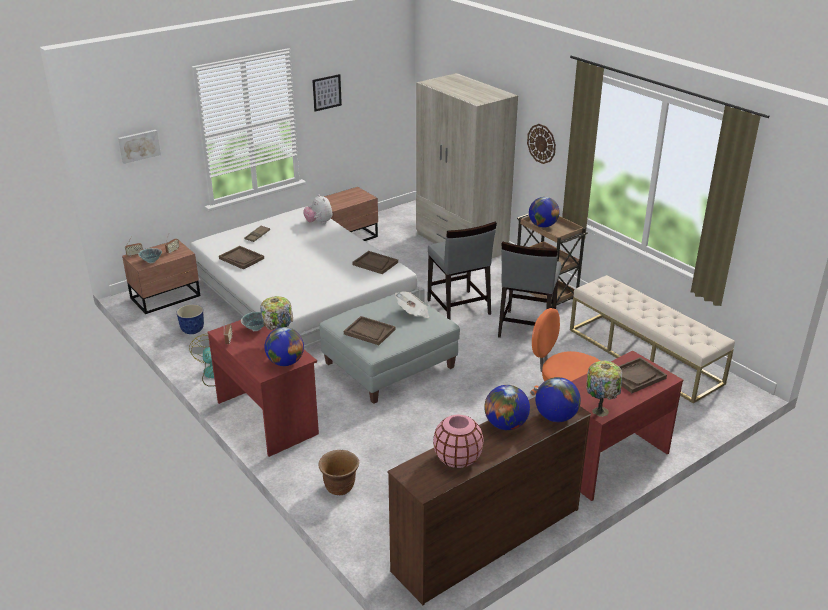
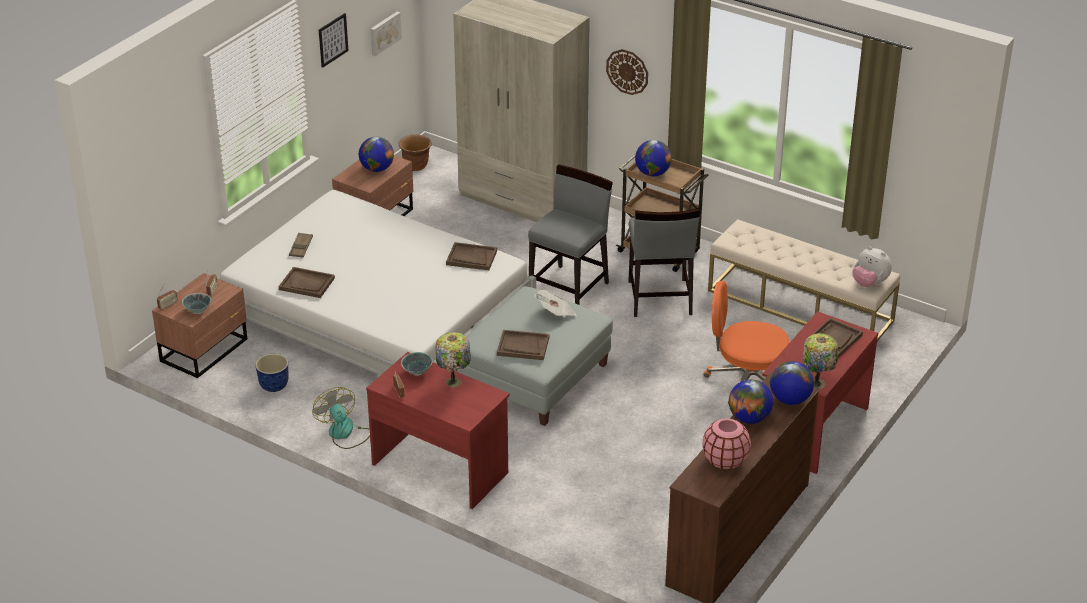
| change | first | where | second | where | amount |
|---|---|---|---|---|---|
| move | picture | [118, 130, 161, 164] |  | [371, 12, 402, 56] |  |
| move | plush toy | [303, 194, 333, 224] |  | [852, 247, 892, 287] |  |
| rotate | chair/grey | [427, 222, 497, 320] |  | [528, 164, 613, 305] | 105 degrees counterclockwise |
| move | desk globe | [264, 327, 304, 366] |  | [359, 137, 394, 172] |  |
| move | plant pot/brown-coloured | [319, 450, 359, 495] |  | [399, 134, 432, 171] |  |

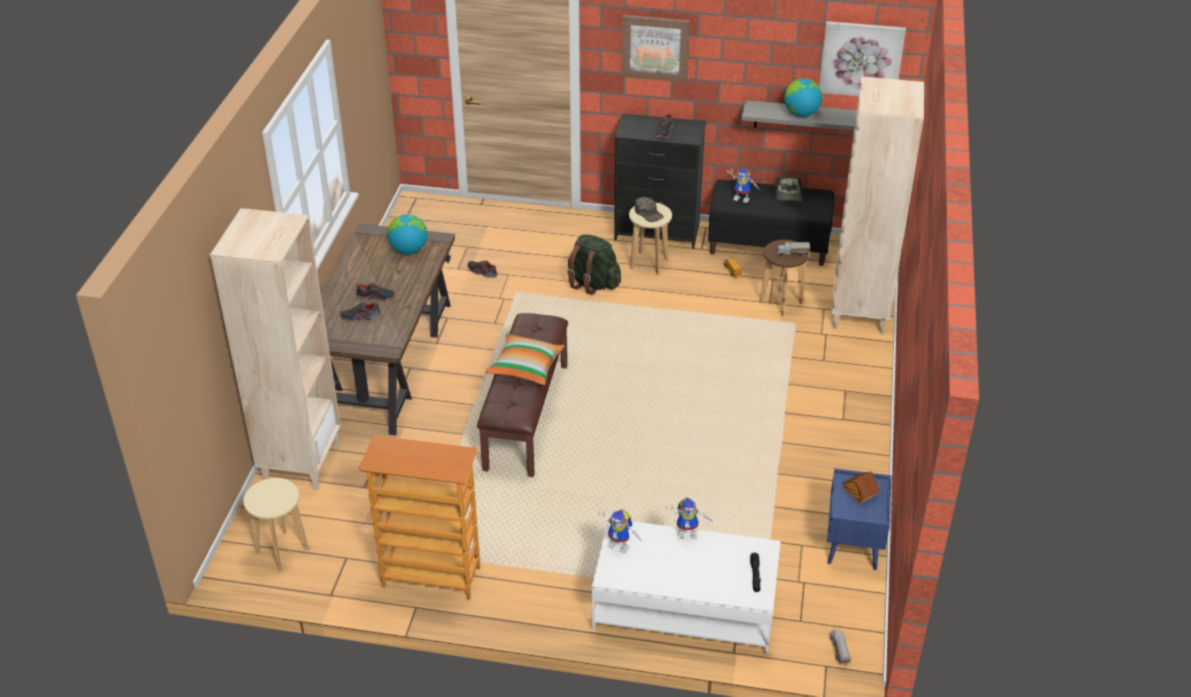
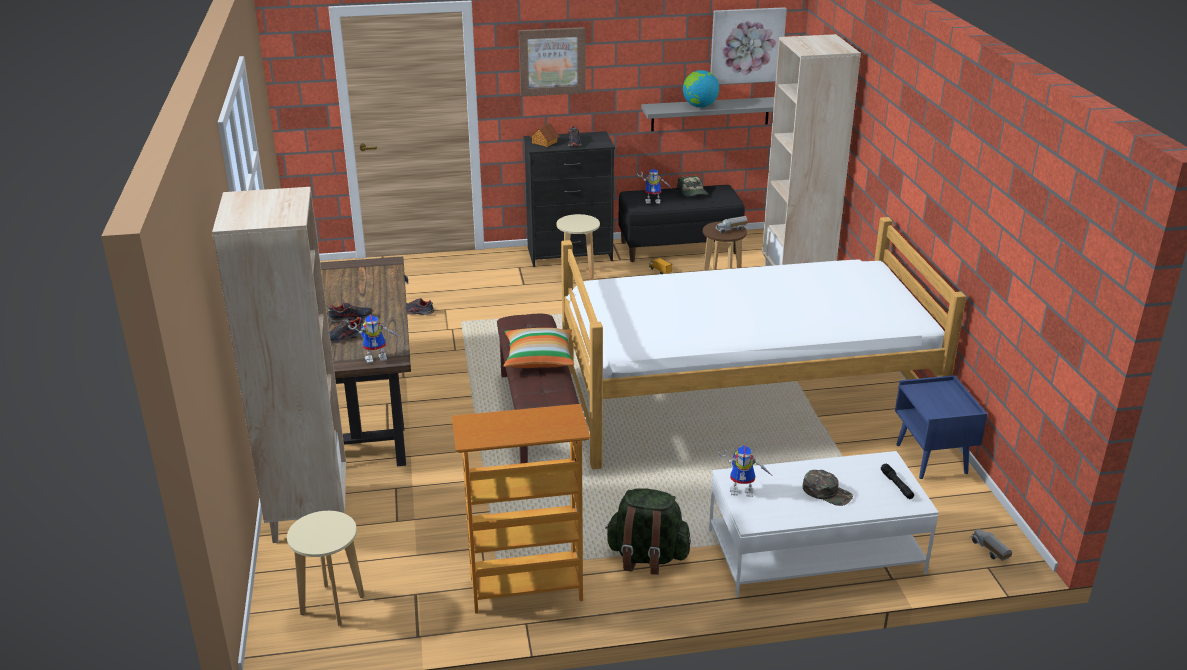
| change | first | where | second | where | amount |
|---|---|---|---|---|---|
| move | cap/greenish | [635, 197, 664, 222] |  | [803, 470, 853, 506] |  |
| delete | desk globe | [387, 214, 428, 254] |  |  |  |
| move | rucksack/greenish | [567, 235, 621, 295] |  | [605, 488, 691, 575] |  |
| move | miniature house | [843, 471, 880, 503] |  | [530, 123, 560, 147] |  |
| move | robot figure | [666, 497, 712, 539] |  | [348, 315, 401, 363] |  |
| insert |  |  | bed | [561, 217, 966, 469] |  |

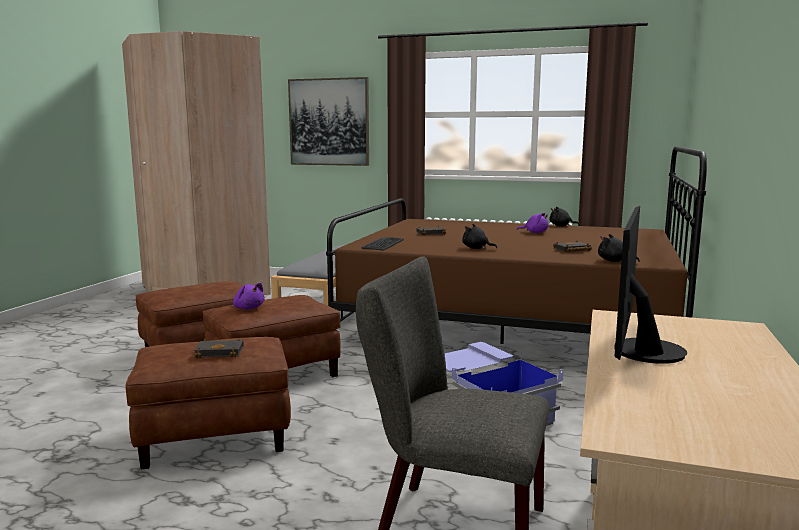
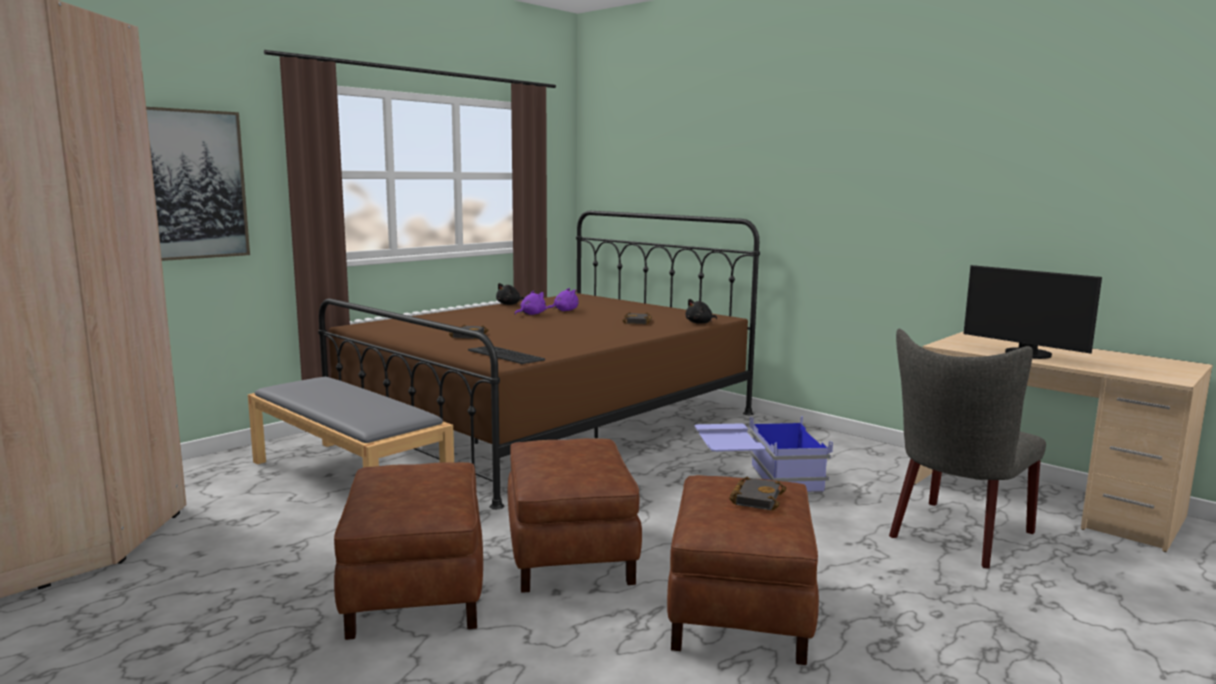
| change | first | where | second | where | amount |
|---|---|---|---|---|---|
| delete | plush toy/blackish | [462, 224, 497, 249] |  |  |  |
| move | plush toy/purplish | [233, 283, 265, 310] |  | [545, 288, 579, 311] |  |

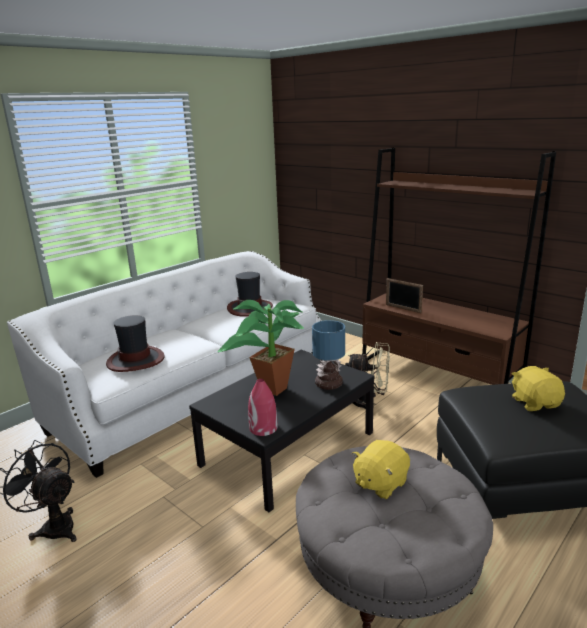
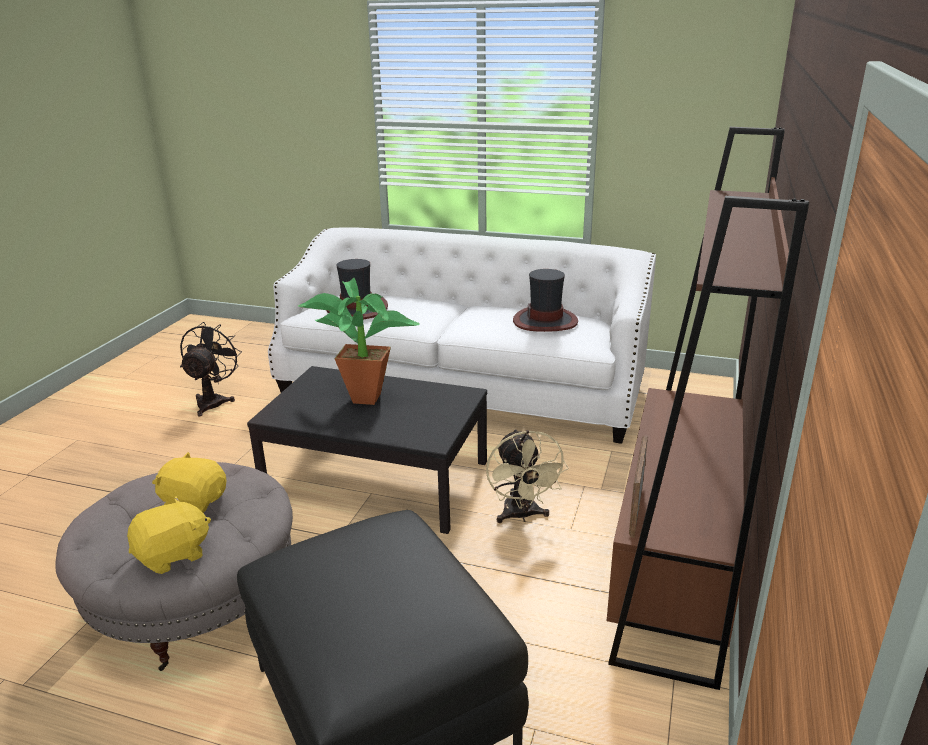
| change | first | where | second | where | amount |
|---|---|---|---|---|---|
| move | photo frame | [386, 278, 423, 313] |  | [629, 435, 648, 538] |  |
| delete | lamp for a table | [312, 320, 345, 390] |  |  |  |
| move | plush toy/yellow | [512, 366, 565, 411] |  | [127, 496, 211, 574] |  |
| delete | decorative vase/red-coloured | [248, 379, 277, 436] |  |  |  |

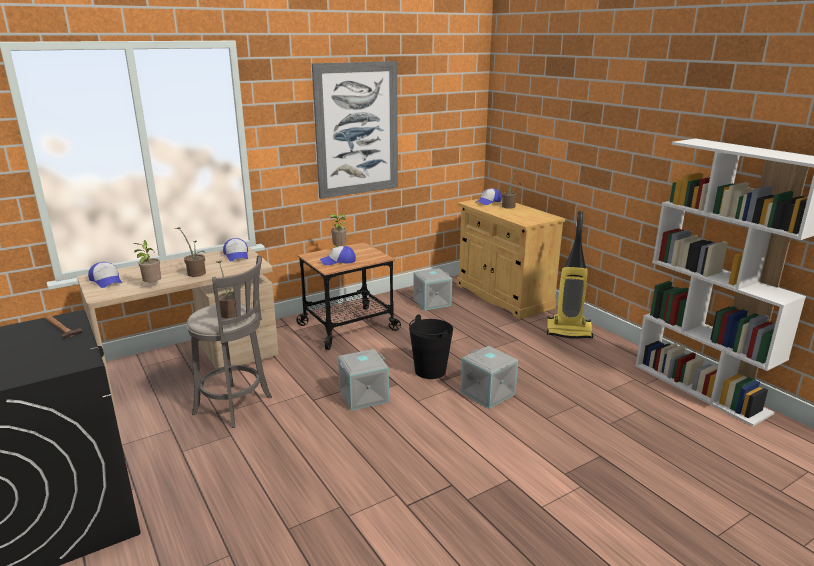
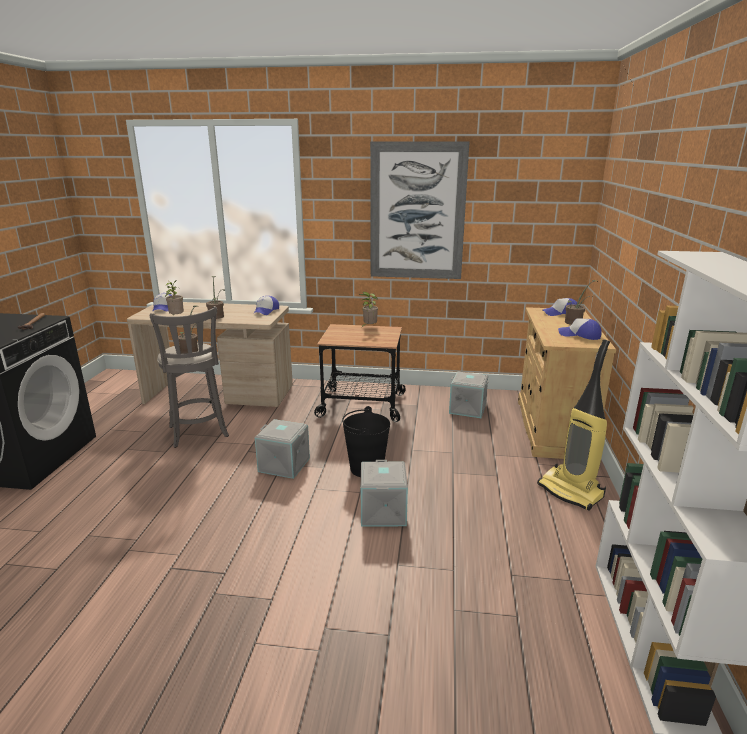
| change | first | where | second | where | amount |
|---|---|---|---|---|---|
| move | cap | [320, 246, 356, 265] |  | [558, 319, 602, 340] |  |

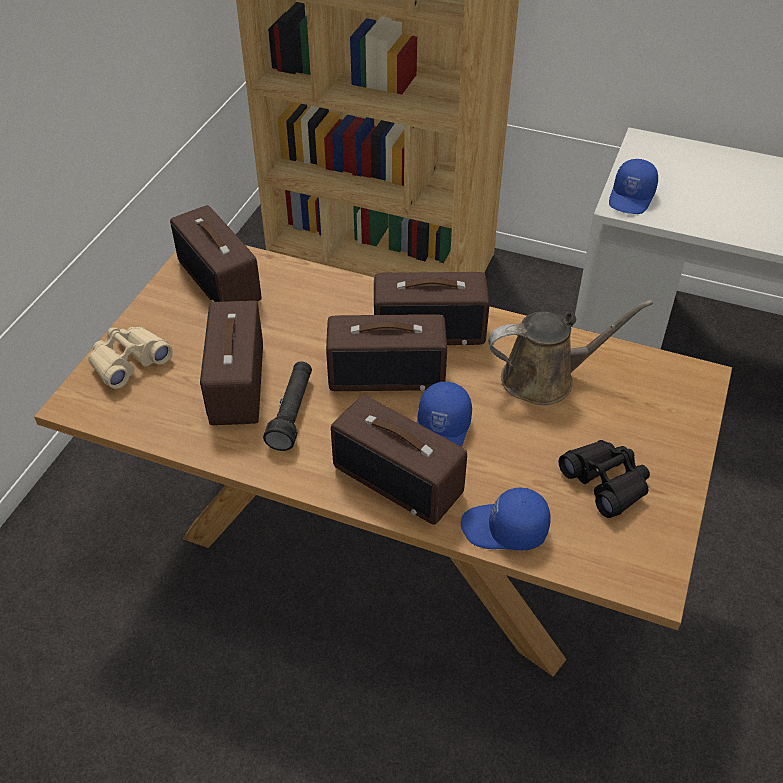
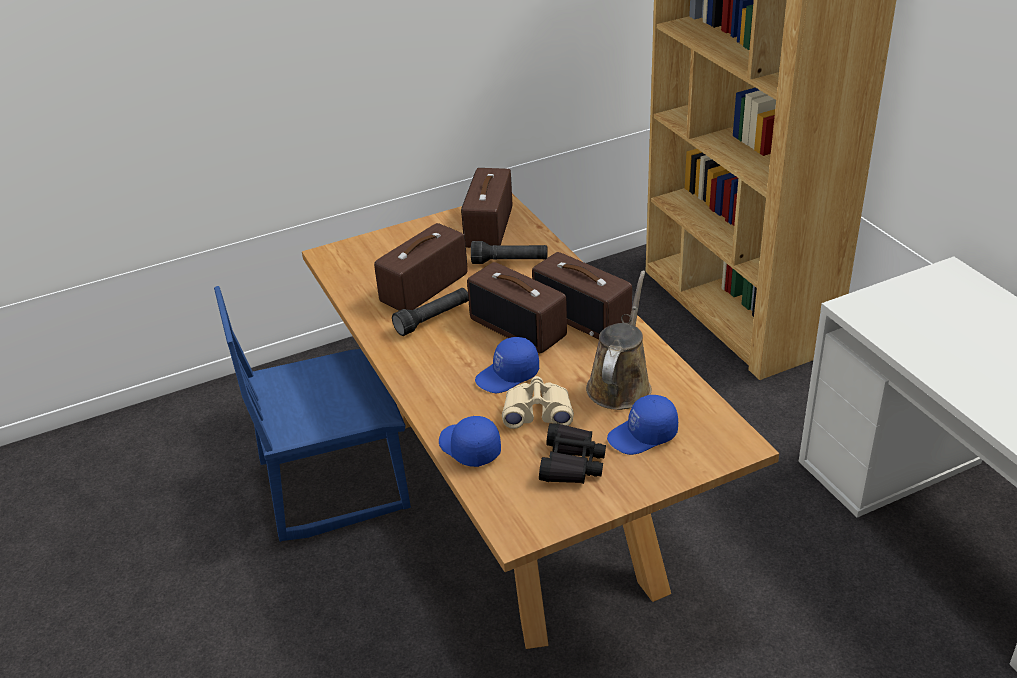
| change | first | where | second | where | amount |
|---|---|---|---|---|---|
| move | cap/blue-coloured | [609, 159, 658, 214] |  | [607, 395, 678, 455] |  |
| rotate | watering can/brown-coloured | [488, 300, 653, 405] |  | [586, 271, 652, 410] | 105 degrees counterclockwise |
| move | field glasses/sand-coloured | [88, 327, 173, 389] |  | [502, 376, 574, 429] |  |
| delete | radio receiver | [331, 395, 467, 525] |  |  |  |
| insert |  |  | flashlight/blackish | [471, 241, 548, 264] |  |
| insert |  |  | chair/blue-coloured | [214, 286, 411, 542] |  |

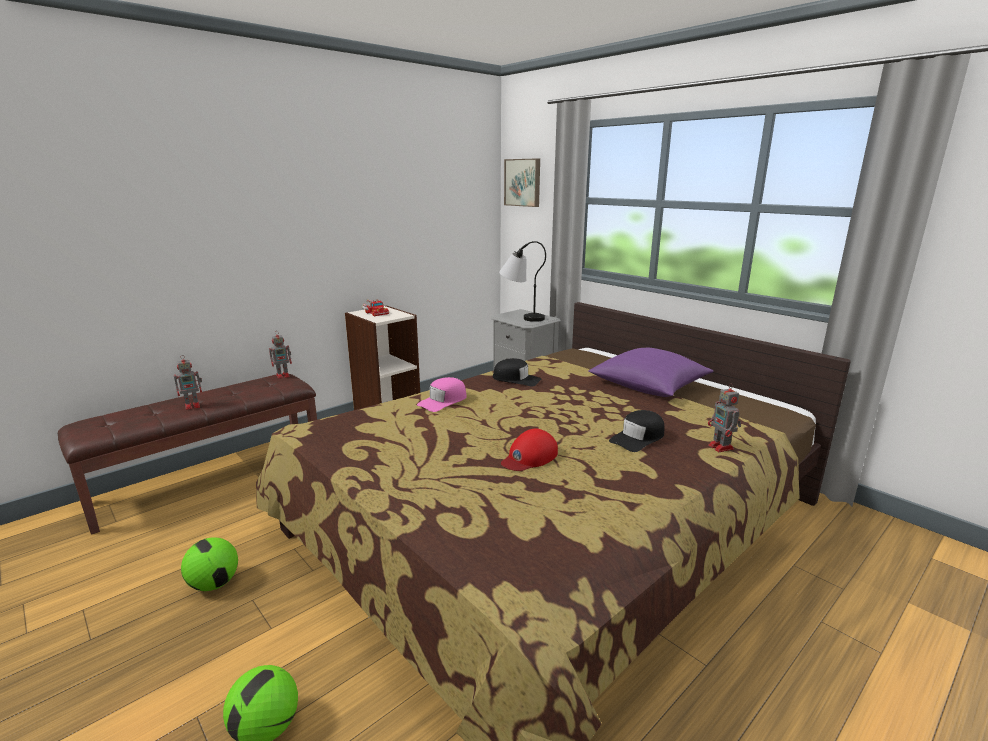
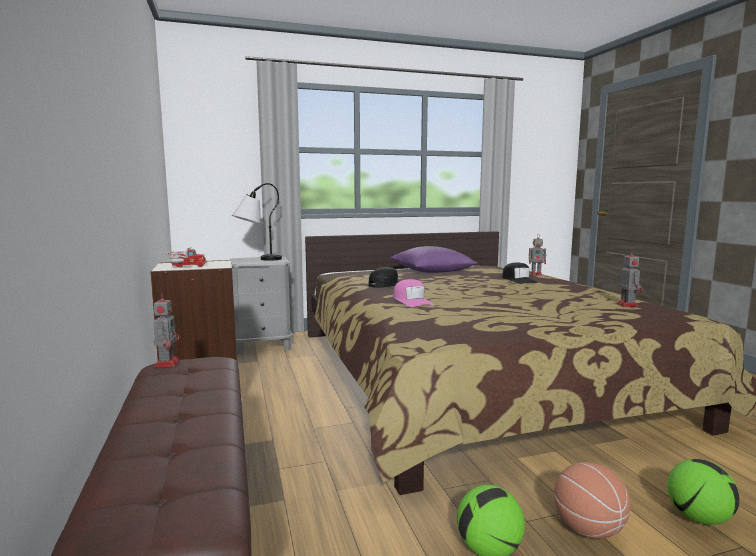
| change | first | where | second | where | amount |
|---|---|---|---|---|---|
| delete | picture | [504, 158, 540, 207] |  |  |  |
| move | robot figure | [174, 355, 202, 410] |  | [617, 249, 643, 307] |  |
| delete | cap/red-coloured | [501, 429, 558, 471] |  |  |  |
| insert |  |  | ball for basketball | [554, 462, 631, 539] |  |

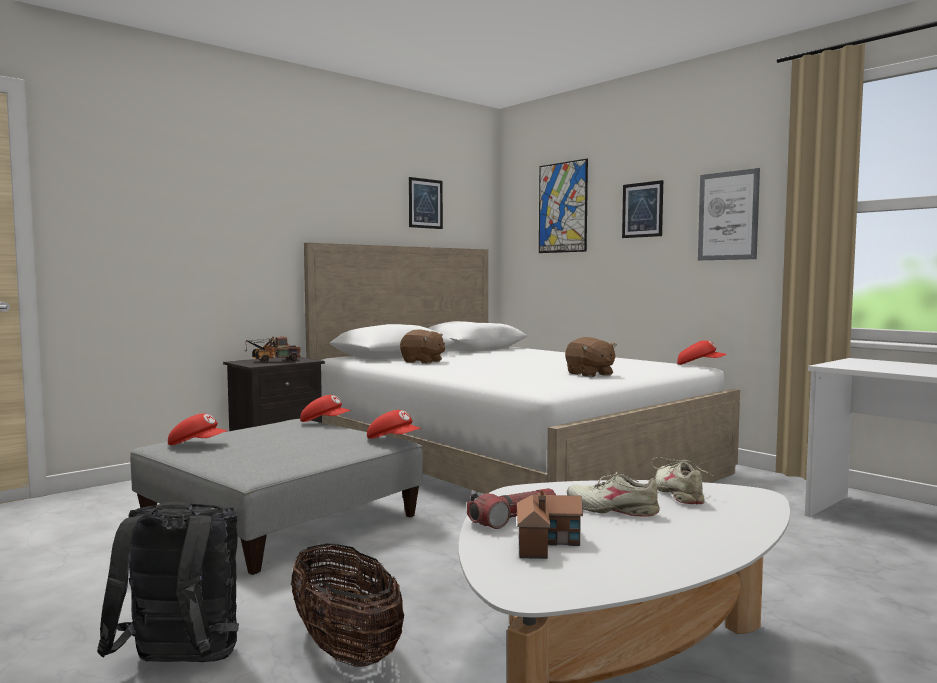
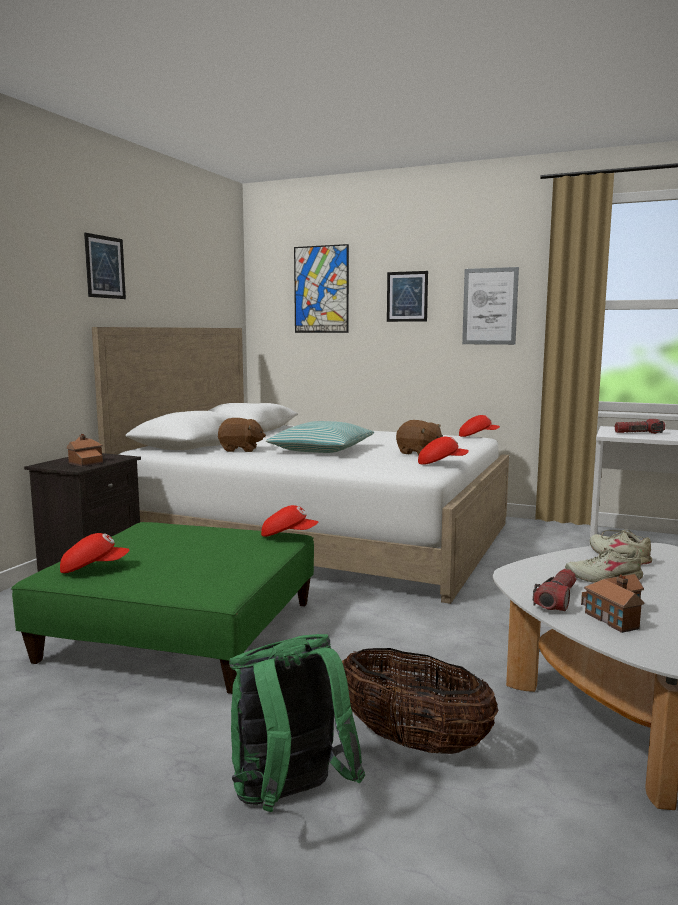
| change | first | where | second | where | amount |
|---|---|---|---|---|---|
| move | picture | [409, 177, 443, 229] |  | [84, 233, 126, 299] |  |
| replace | toy lorry | [245, 336, 300, 363] | miniature house | [66, 434, 103, 466] |  |
| move | cap/red-coloured | [300, 395, 351, 422] |  | [418, 436, 469, 465] |  |
| recolor | ottoman/grey | [130, 419, 423, 575] | ottoman/greenish | [11, 522, 314, 694] |  |
| recolor | rucksack/blackish | [97, 502, 239, 662] | rucksack/greenish | [229, 634, 365, 812] |  |
| insert |  |  | flashlight | [615, 419, 665, 434] |  |
| insert |  |  | pillow | [266, 421, 374, 453] |  |

